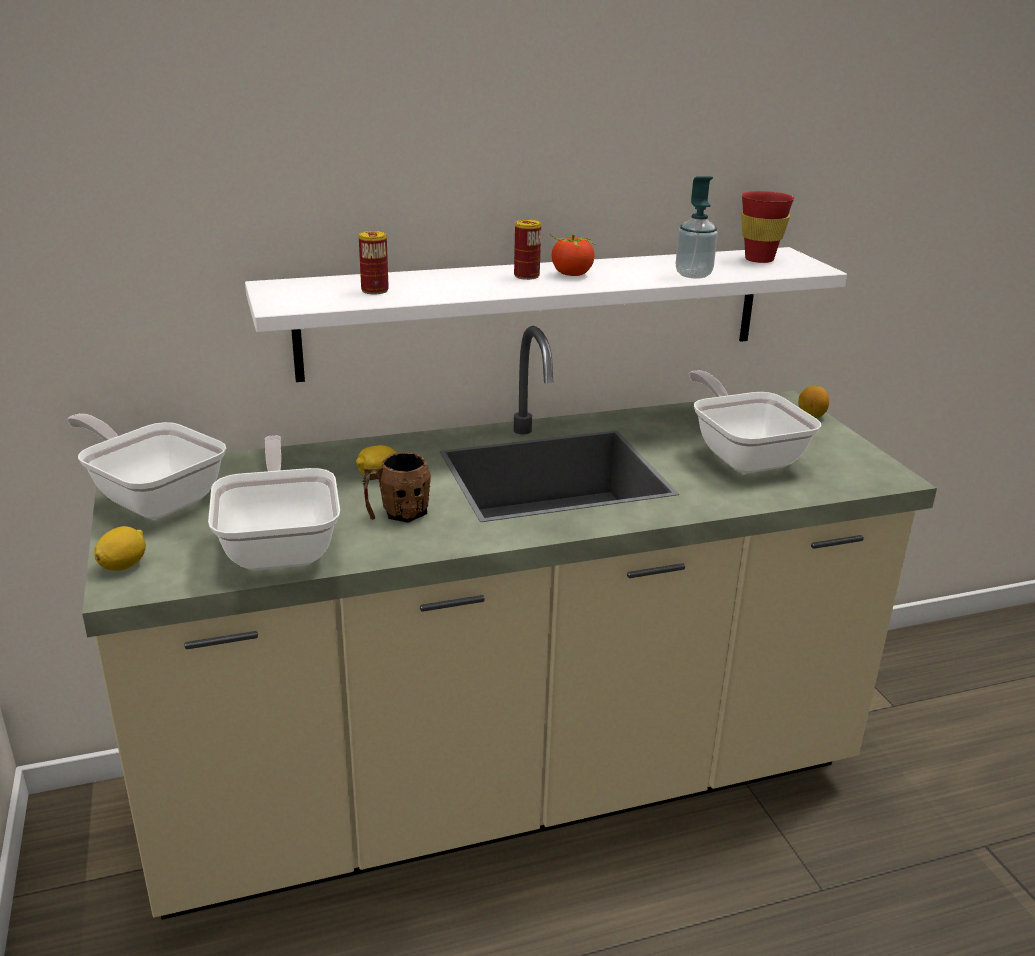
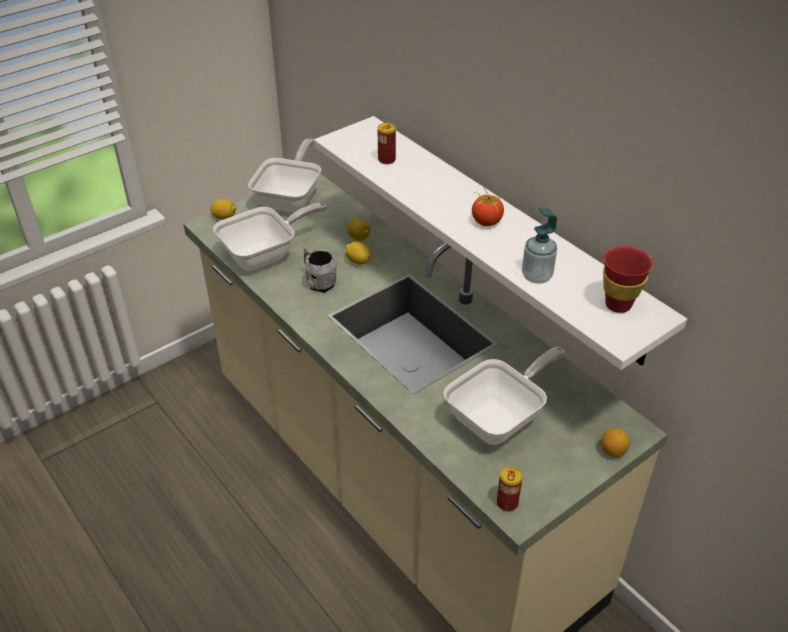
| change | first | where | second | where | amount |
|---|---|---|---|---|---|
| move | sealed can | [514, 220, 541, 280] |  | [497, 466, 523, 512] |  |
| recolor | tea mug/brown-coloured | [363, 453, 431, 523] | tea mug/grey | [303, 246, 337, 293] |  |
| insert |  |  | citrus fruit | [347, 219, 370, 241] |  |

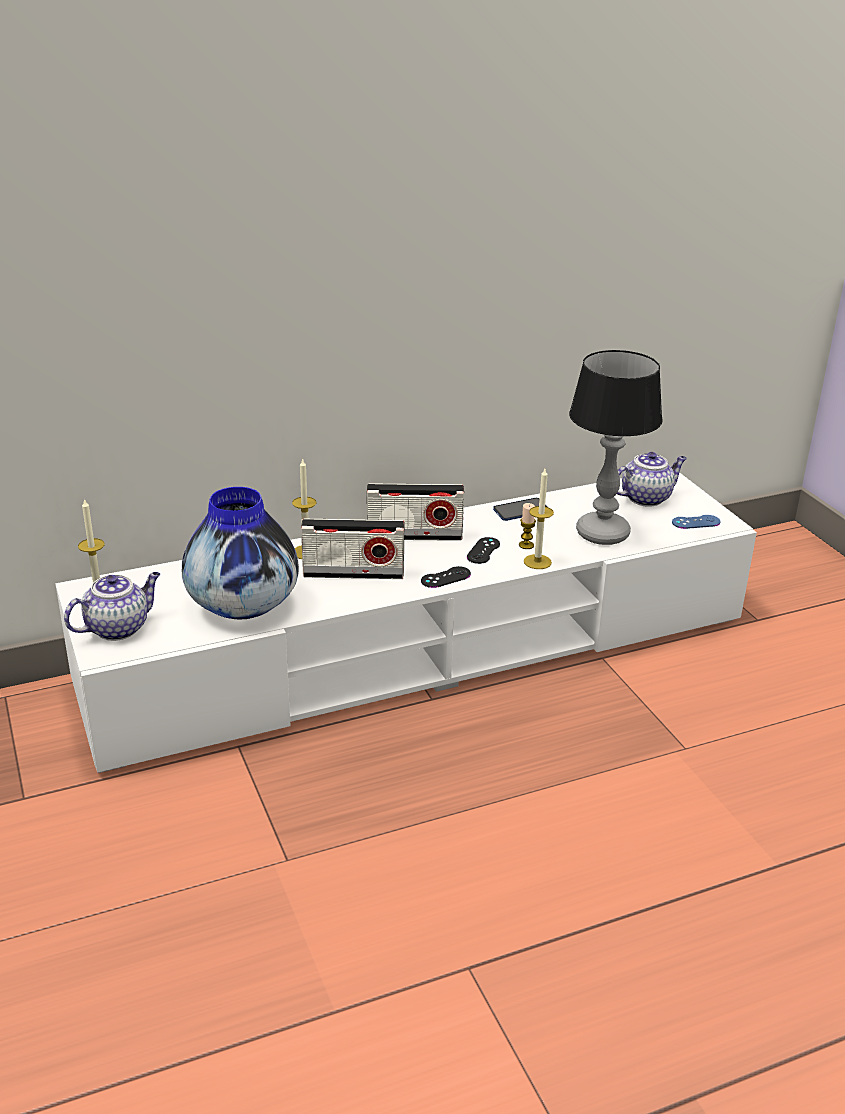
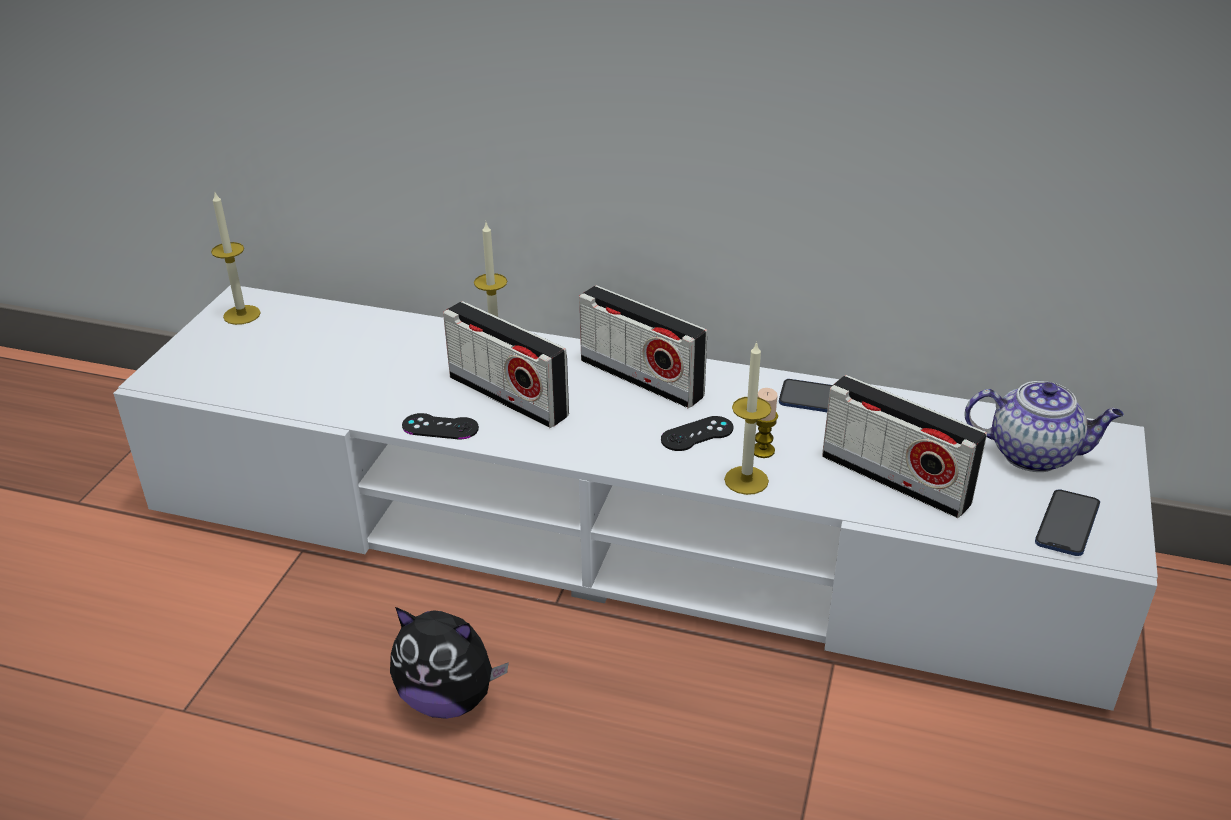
| change | first | where | second | where | amount |
|---|---|---|---|---|---|
| replace | lamp for a table | [569, 350, 663, 545] | radio receiver | [822, 375, 987, 518] |  |
| delete | decorative vase | [182, 487, 299, 619] |  |  |  |
| replace | gamepad/blue-coloured | [672, 515, 721, 529] | handset | [1035, 490, 1100, 556] |  |
| move | gamepad/blackish | [421, 566, 471, 588] |  | [402, 413, 479, 439] |  |
| delete | pot for tea | [64, 572, 160, 641] |  |  |  |
| insert |  |  | plush toy | [390, 607, 509, 719] |  |

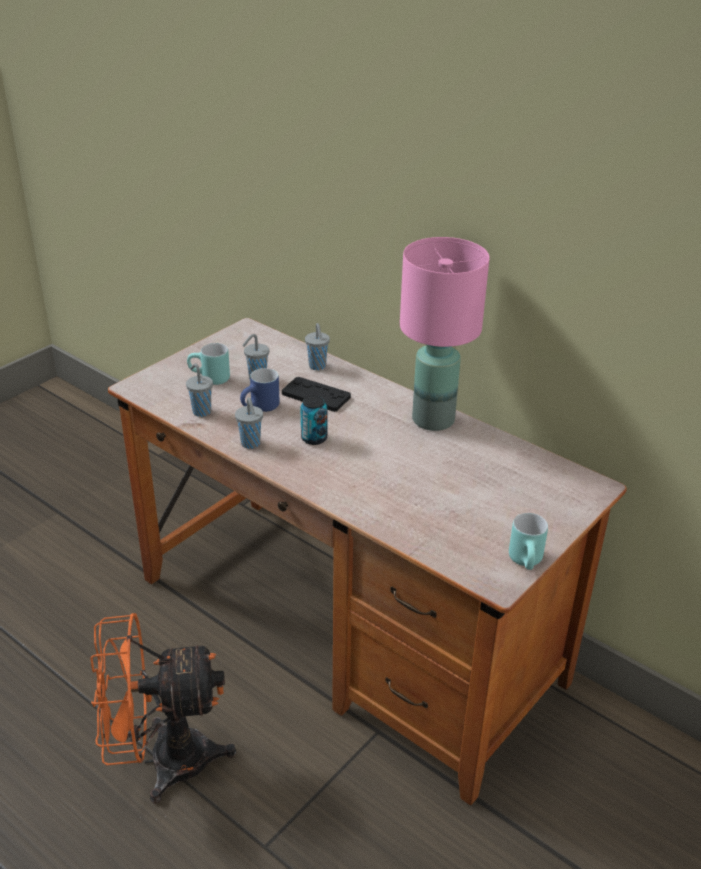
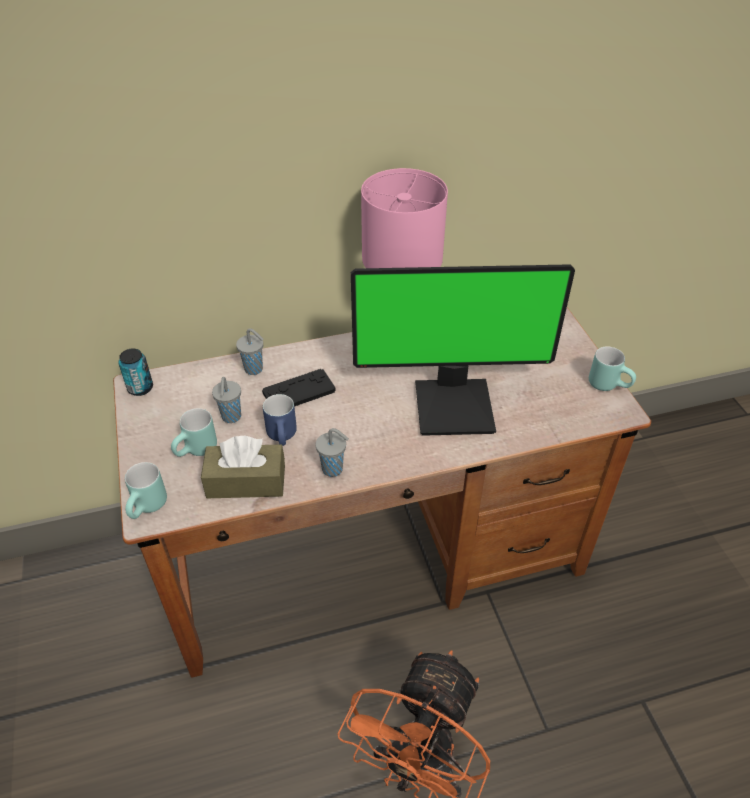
| change | first | where | second | where | amount |
|---|---|---|---|---|---|
| replace | drinking cup/grey | [186, 364, 213, 417] | box of tissues/brown-coloured | [201, 436, 285, 498] |  |
| move | sealed can | [301, 395, 327, 445] |  | [119, 348, 153, 396] |  |
| insert |  |  | computer screen | [351, 264, 575, 436] |  |
| insert |  |  | tea mug/turquoise | [125, 462, 167, 519] |  |

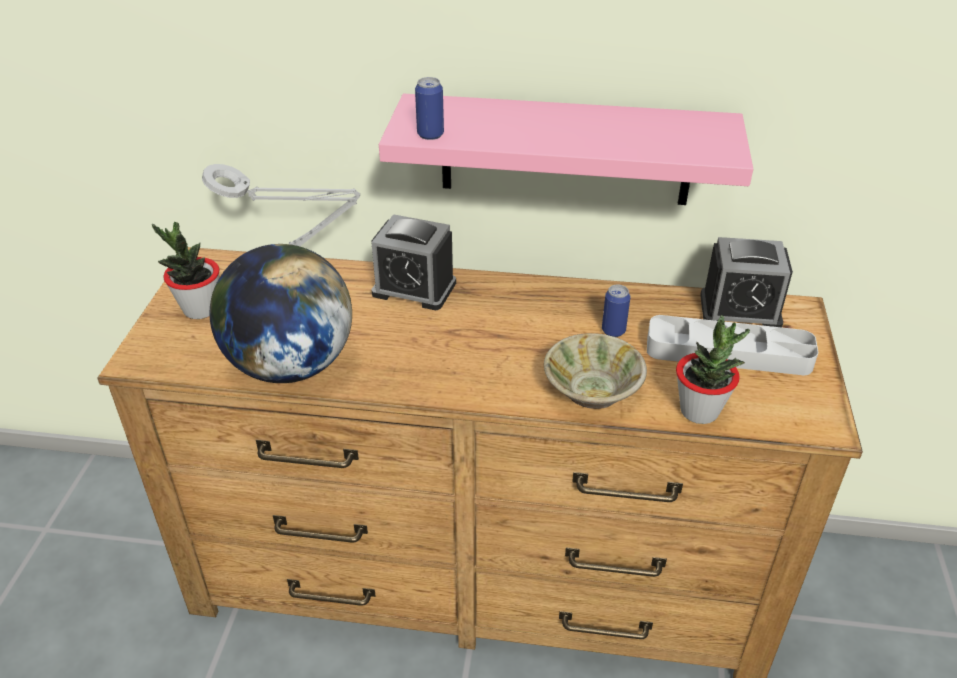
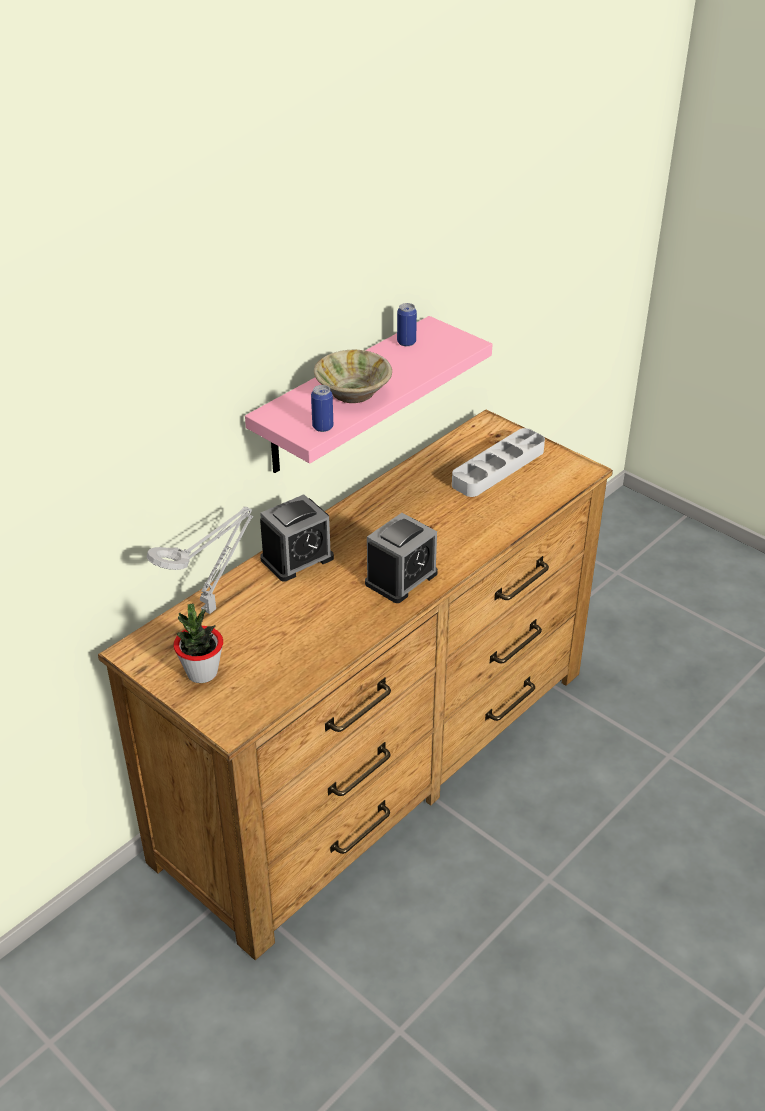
| change | first | where | second | where | amount |
|---|---|---|---|---|---|
| move | table clock | [700, 237, 793, 327] |  | [365, 513, 438, 603] |  |
| delete | desk globe | [210, 244, 352, 383] |  |  |  |
| move | sealed can | [602, 285, 631, 337] |  | [397, 303, 417, 346] |  |
| delete | potted plant | [676, 315, 750, 424] |  |  |  |
| move | deep dish/sand-coloured | [544, 333, 647, 409] |  | [314, 350, 392, 403] |  |

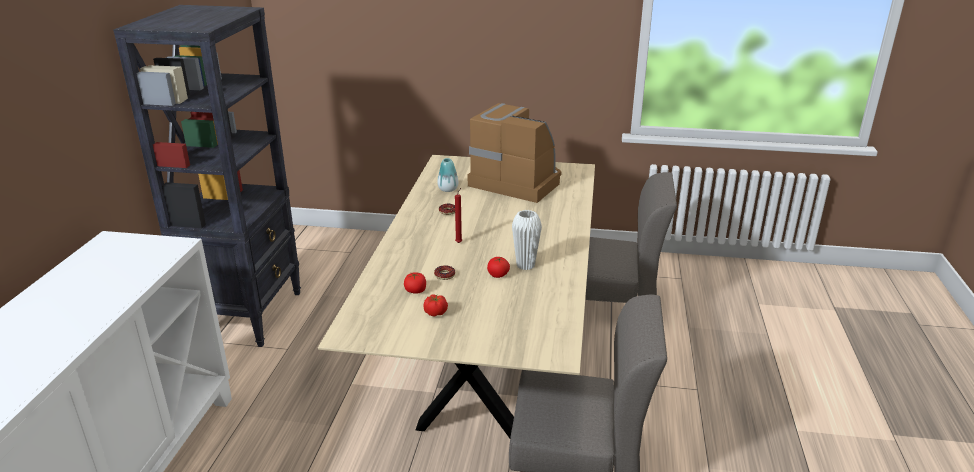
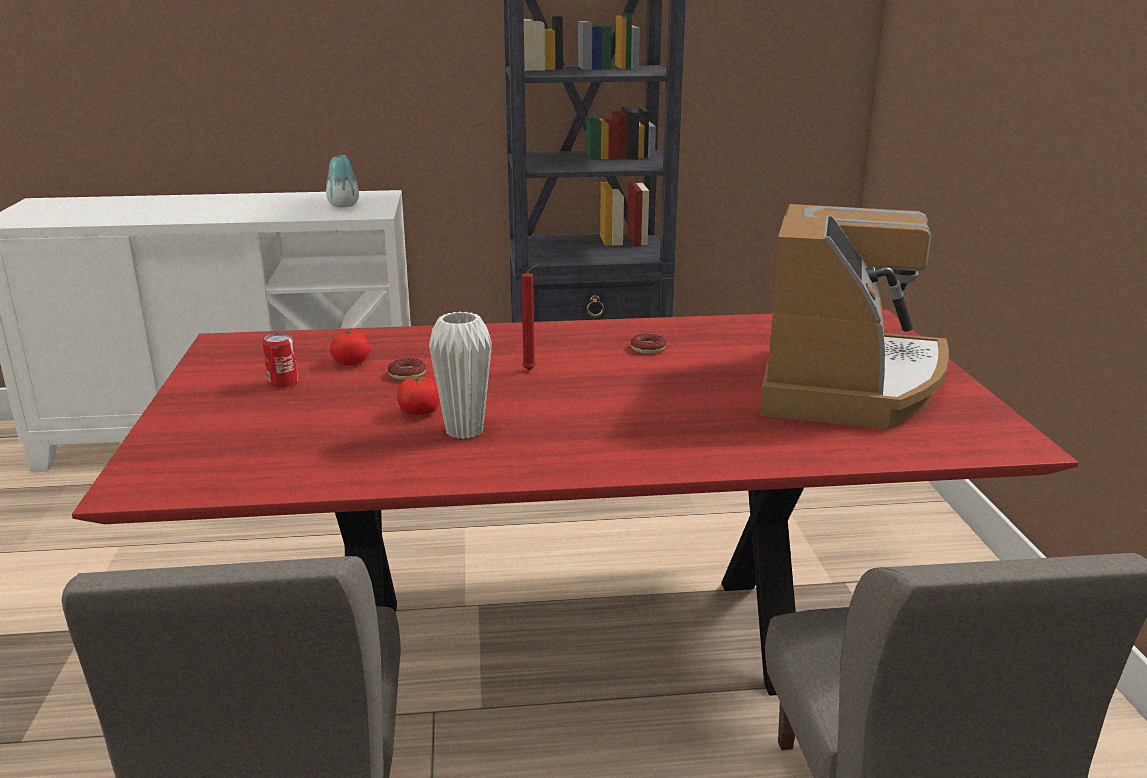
| change | first | where | second | where | amount |
|---|---|---|---|---|---|
| recolor | dining table/sand-coloured | [318, 155, 595, 438] | dining table/red-coloured | [72, 310, 1079, 695] |  |
| move | decorative vase | [437, 158, 458, 192] |  | [326, 155, 359, 207] |  |
| replace | whole tomato | [424, 294, 448, 316] | sealed can | [263, 333, 298, 388] |  |

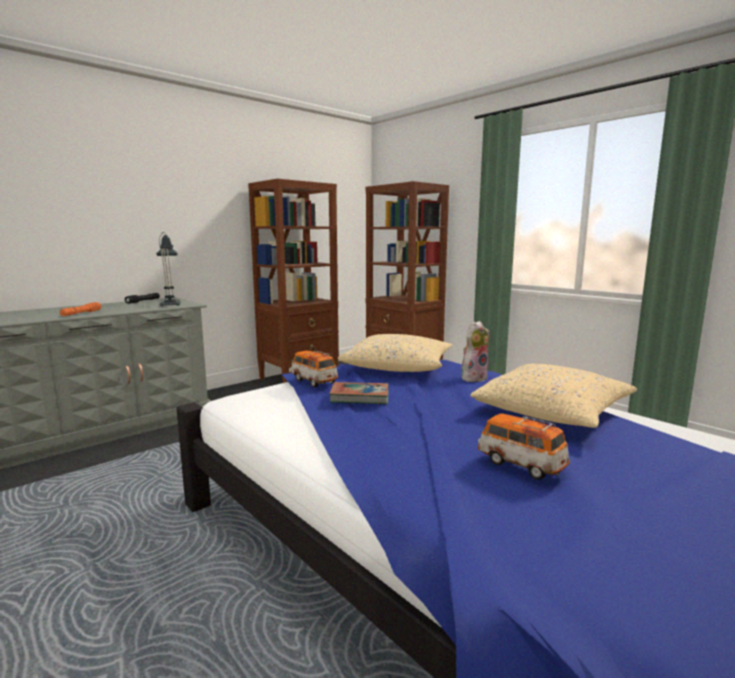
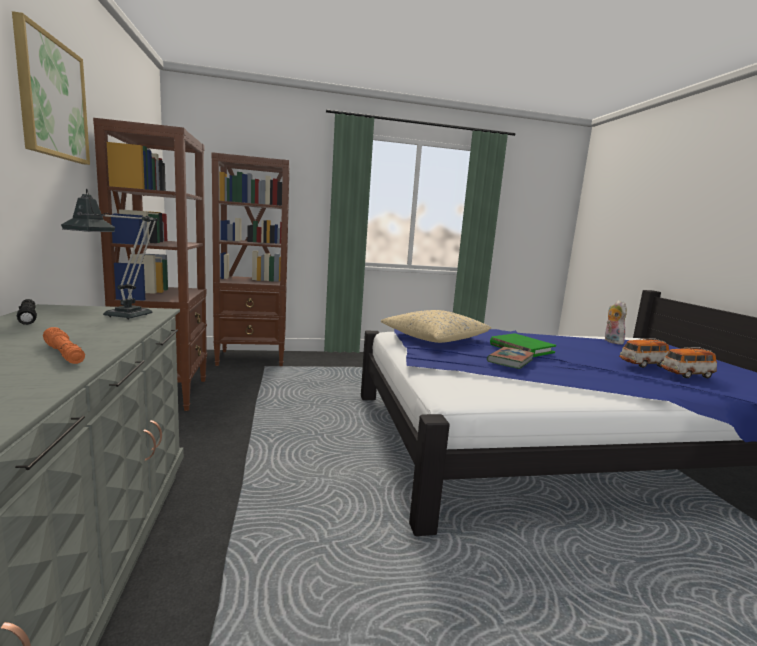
| change | first | where | second | where | amount |
|---|---|---|---|---|---|
| move | plush toy | [461, 321, 490, 382] |  | [605, 300, 627, 345] |  |
| move | toy car | [291, 351, 338, 387] |  | [661, 347, 717, 378] |  |
| delete | pillow/sand-coloured | [470, 364, 637, 428] |  |  |  |
| insert |  |  | picture | [12, 11, 90, 165] |  |
| insert |  |  | volume/greenish | [490, 333, 556, 357] |  |

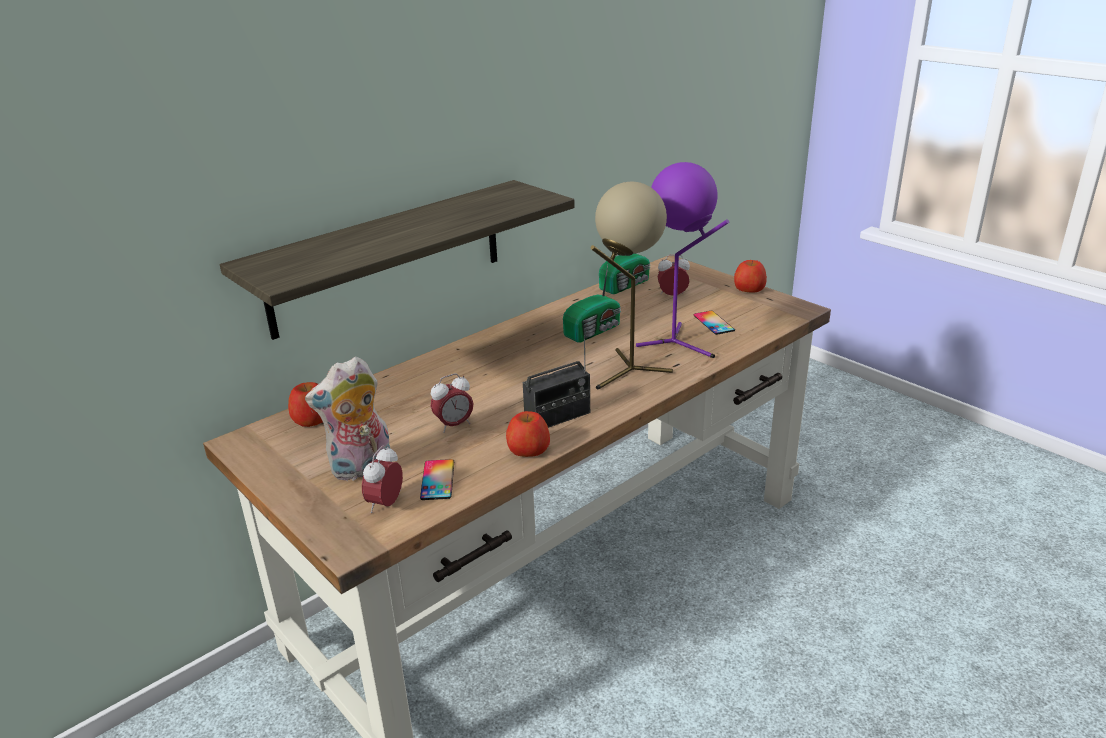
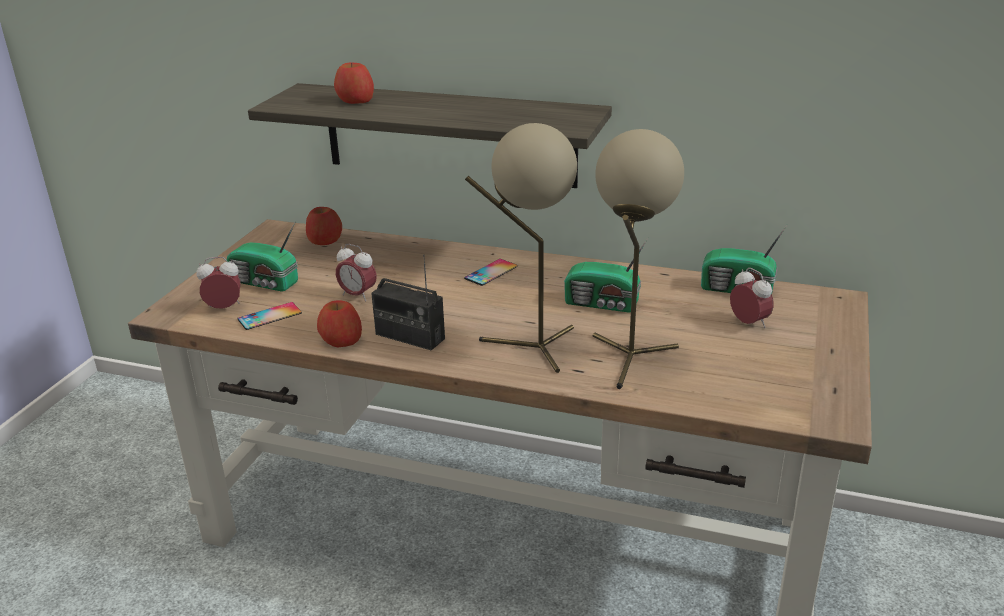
| change | first | where | second | where | amount |
|---|---|---|---|---|---|
| recolor | lamp for a table/purplish | [636, 162, 729, 358] | lamp for a table/sand-coloured | [593, 129, 684, 389] |  |
| move | whole apple | [734, 260, 767, 292] |  | [334, 62, 374, 104] |  |
| move | handset | [693, 311, 735, 335] |  | [464, 259, 518, 286] |  |
| replace | plush toy | [305, 356, 392, 482] | radio receiver | [227, 221, 298, 292] |  |

